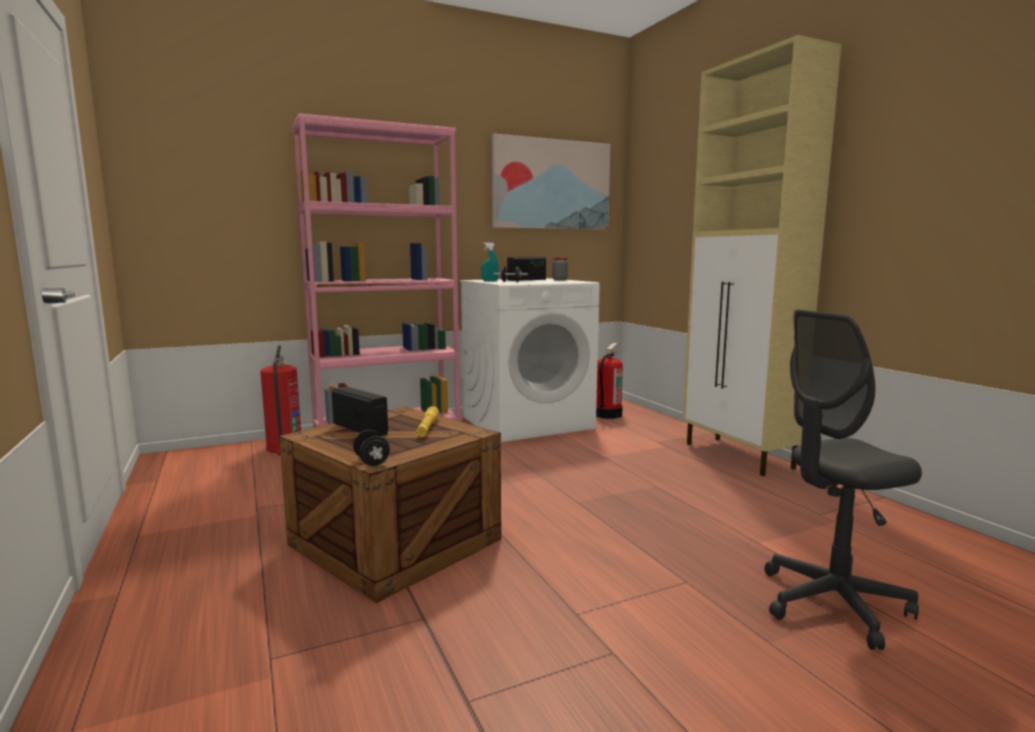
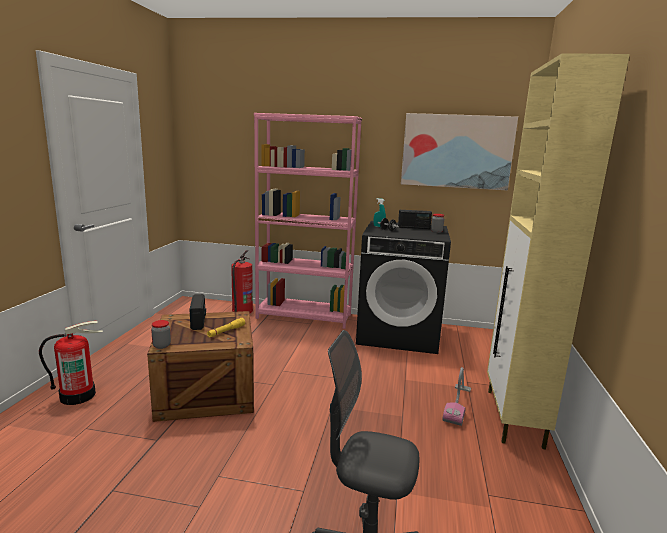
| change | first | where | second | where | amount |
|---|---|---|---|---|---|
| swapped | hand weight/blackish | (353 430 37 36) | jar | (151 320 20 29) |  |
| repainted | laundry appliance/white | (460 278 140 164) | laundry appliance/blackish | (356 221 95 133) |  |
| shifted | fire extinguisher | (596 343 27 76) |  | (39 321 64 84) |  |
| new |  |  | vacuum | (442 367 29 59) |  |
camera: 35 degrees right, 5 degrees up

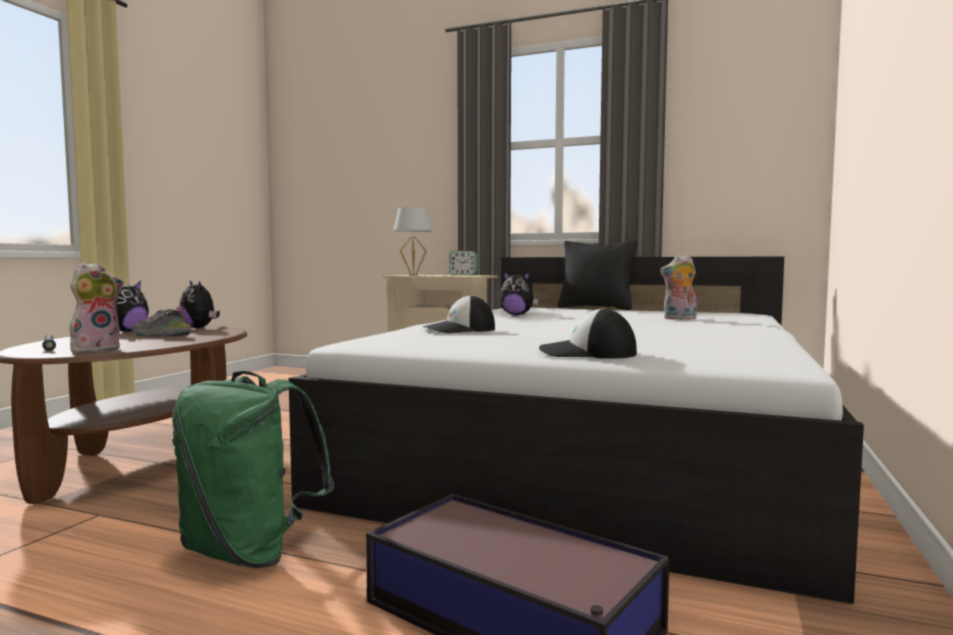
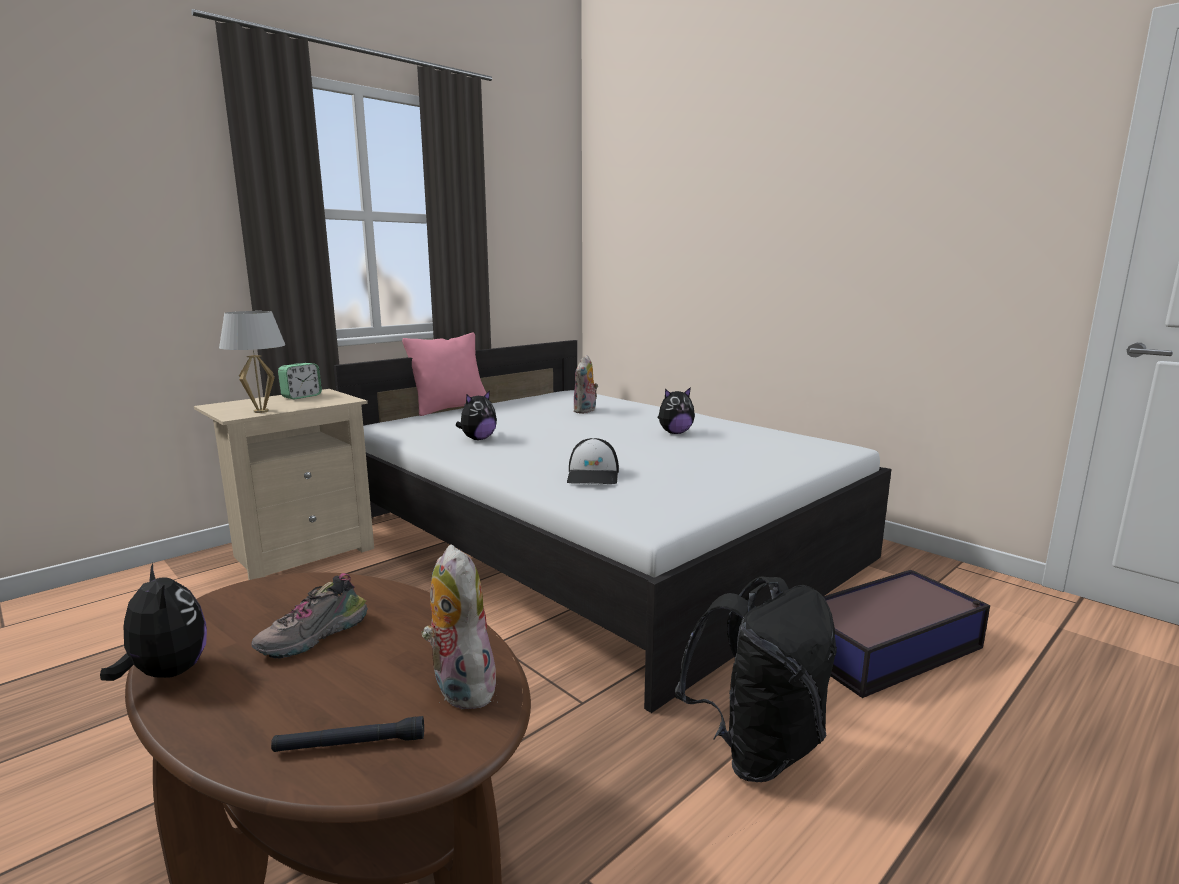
| change | first | where | second | where | amount |
|---|---|---|---|---|---|
| repainted | backpack/green-coloured | (172 371 163 197) | backpack/blackish | (674 576 163 206) |  |
| shifted | soft toy | (179 281 41 48) |  | (658 387 37 47) |  |
| gone | cap | (539 308 98 51) |  |  |  |
| repainted | cushion/blackish | (557 240 81 70) | cushion/pink | (402 333 84 83) |  |
camera: 65 degrees left, 10 degrees up

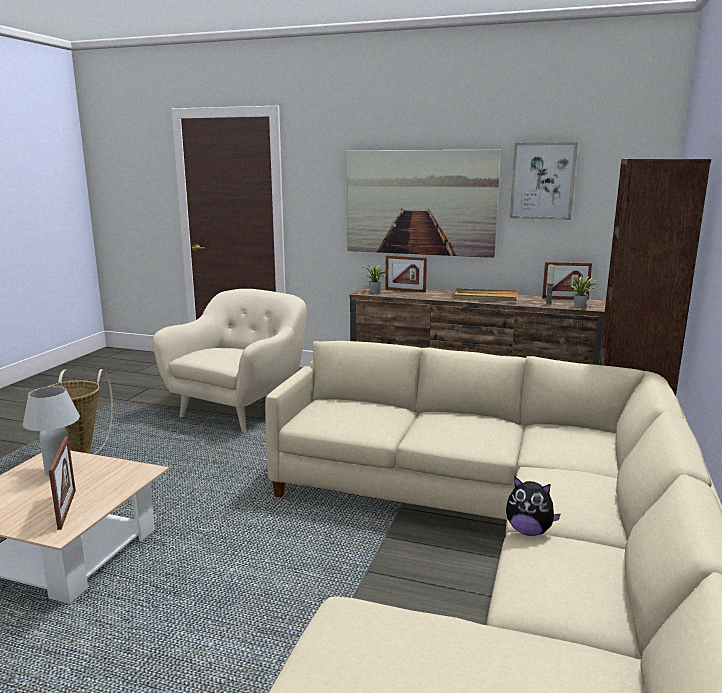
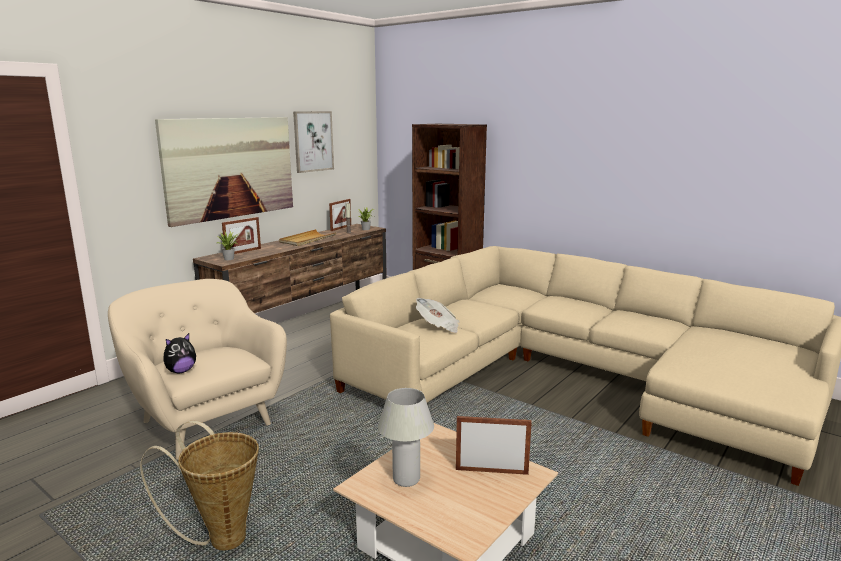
| change | first | where | second | where | amount |
|---|---|---|---|---|---|
| shifted | soft toy | (506 476 55 60) |  | (163 333 33 40) |  |
| new |  |  | daily paper | (416 298 44 35) |  |
camera: 70 degrees left, 0 degrees up

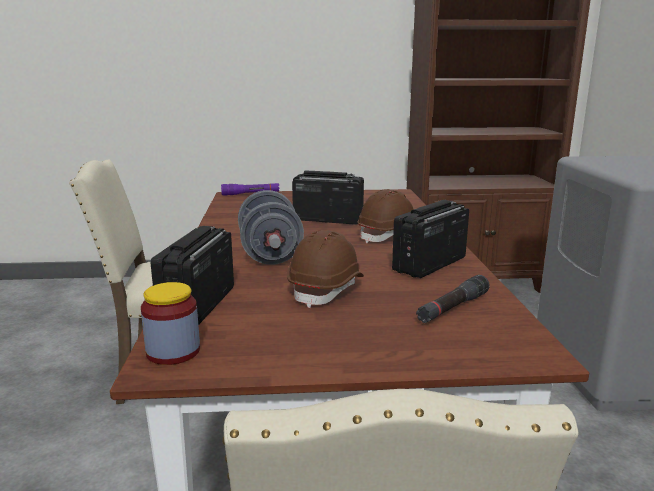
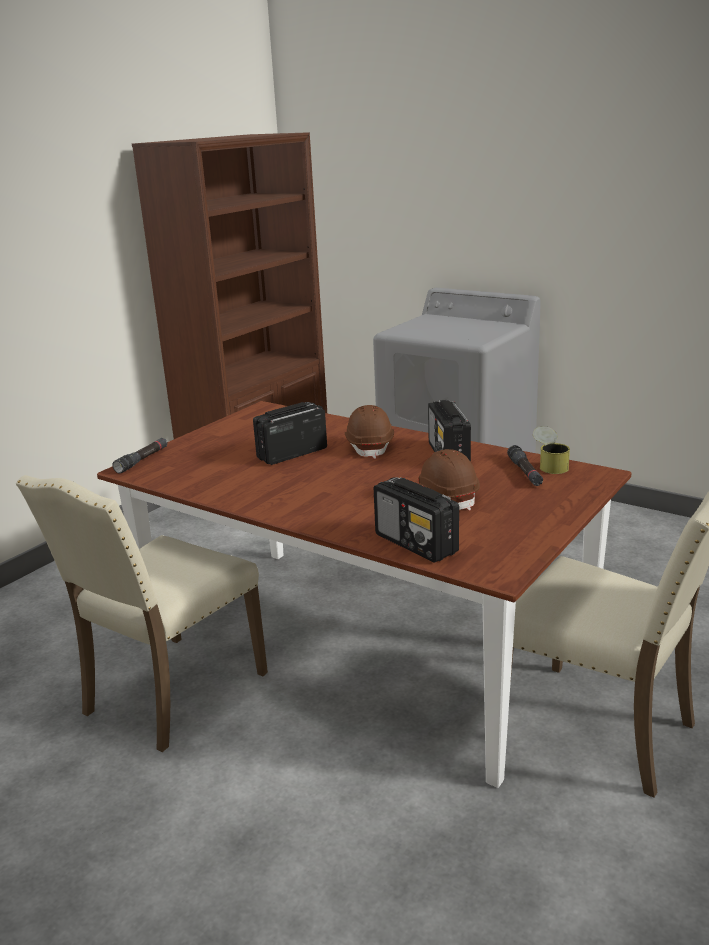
| change | first | where | second | where | amount |
|---|---|---|---|---|---|
| gone | jar | (141 282 59 83) |  |  |  |
| repainted | torch/purplish | (221 183 58 13) | torch/blackish | (112 438 56 35) |  |
| gone | hand weight/gray | (238 190 66 75) |  |  |  |
| new |  |  | sealed can | (533 426 37 48) |  |
camera: 50 degrees left, 5 degrees up

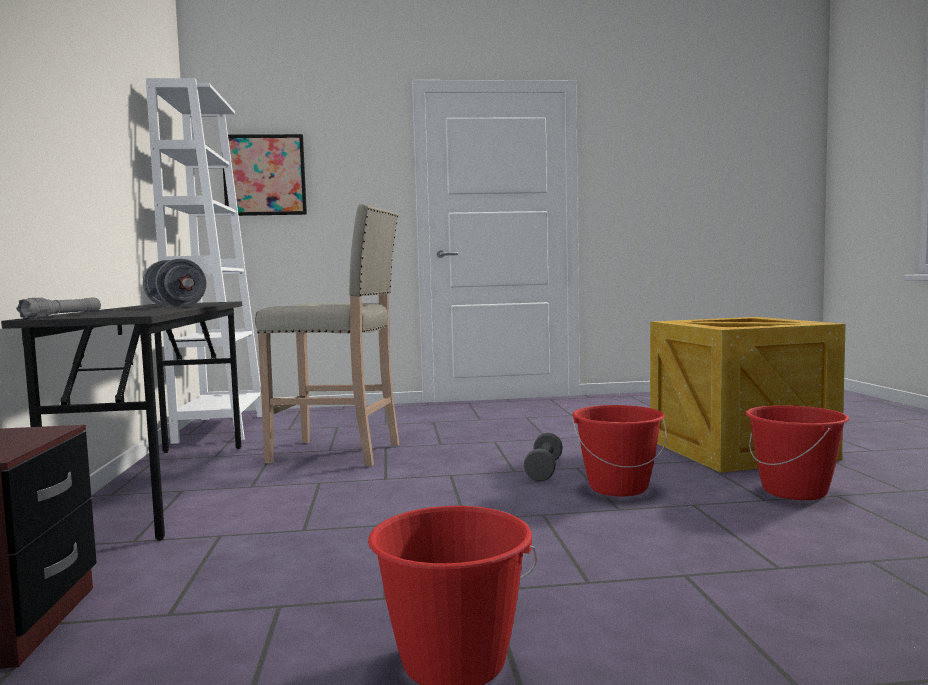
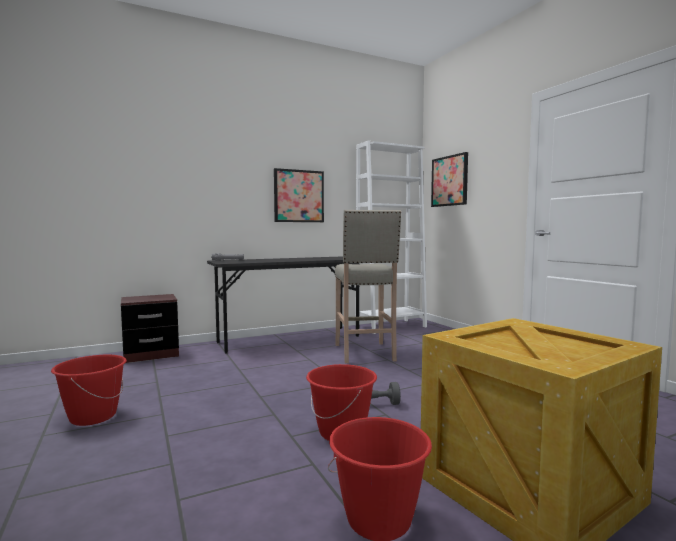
| change | first | where | second | where | amount |
|---|---|---|---|---|---|
| gone | hand weight/gray | (143 259 63 48) |  |  |  |
| new |  |  | picture | (274 168 50 54) |  |
camera: 70 degrees right, 0 degrees up

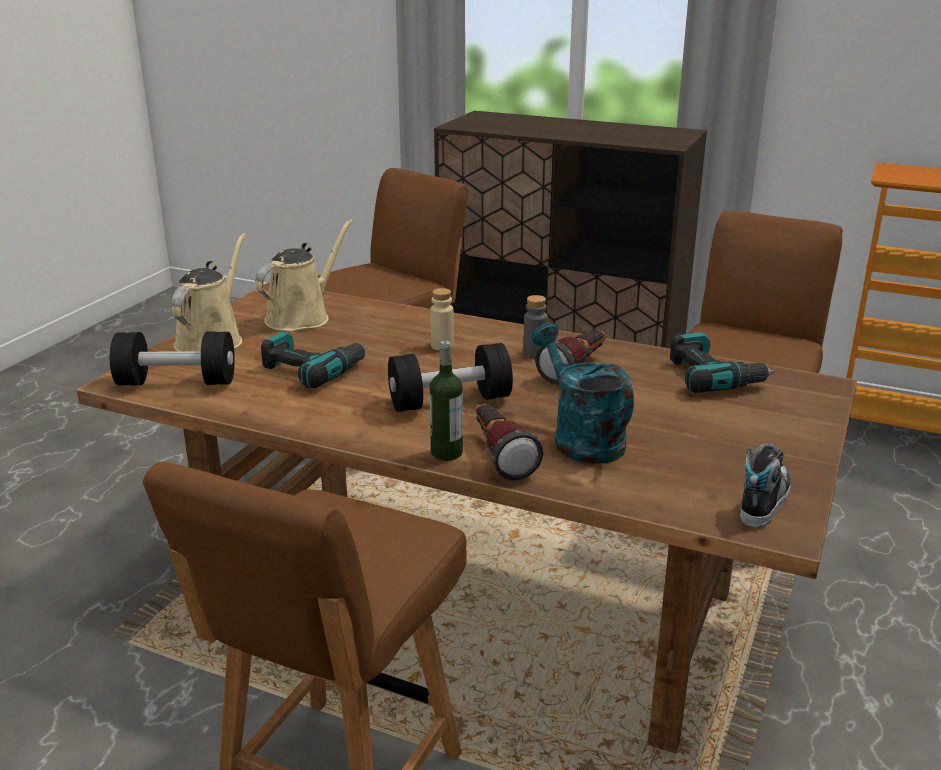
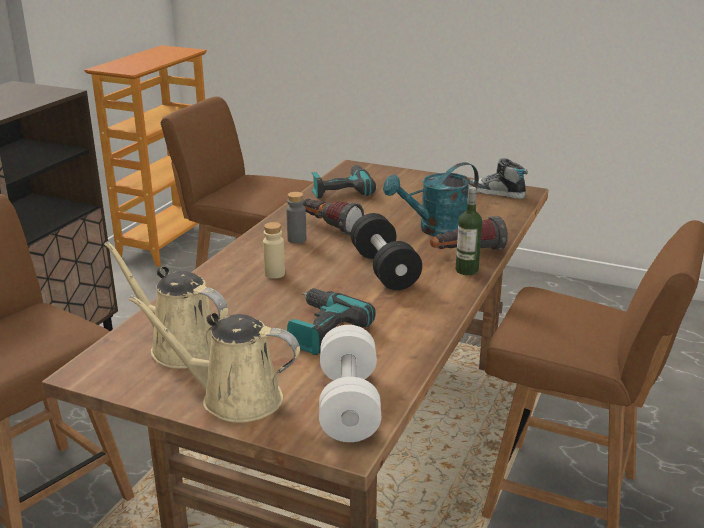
| change | first | where | second | where | amount |
|---|---|---|---|---|---|
| repainted | hand weight/blackish | (110 331 125 55) | hand weight/white | (319 325 62 117) |  |
camera: 90 degrees left, 0 degrees up

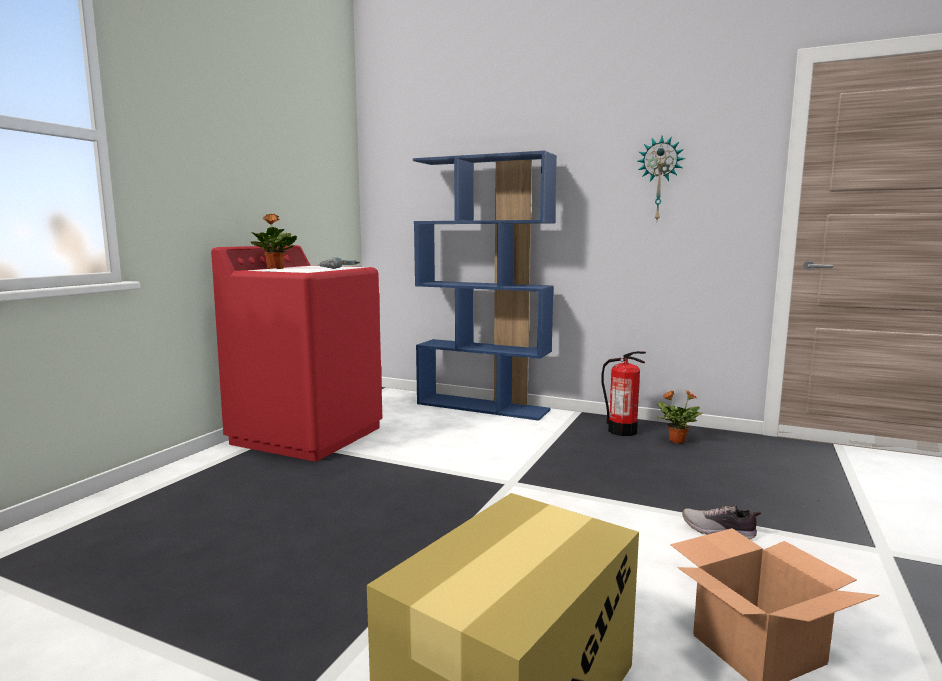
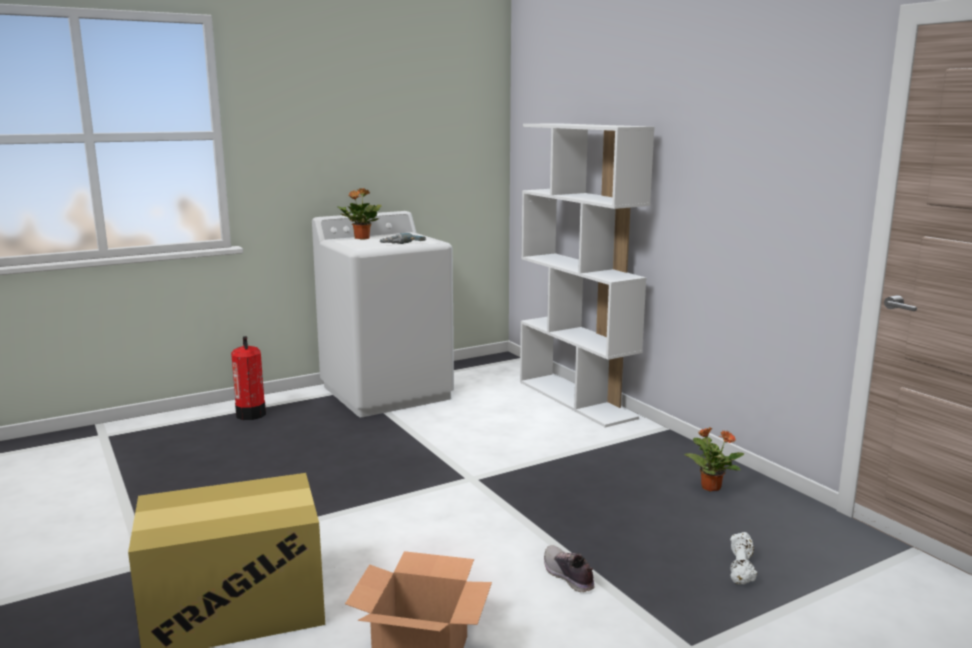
| change | first | where | second | where | amount |
|---|---|---|---|---|---|
| repainted | laundry appliance/red | (211 245 171 216) | laundry appliance/white | (312 211 142 206) |  |
| repainted | shelving unit/blue | (413 150 144 271) | shelving unit/white | (520 123 135 305) |  |
| shifted | fire extinguisher | (601 351 45 85) |  | (231 336 35 84) |  |
| gone | clock on the wall | (638 136 47 85) |  |  |  |
| new |  |  | hand weight/white | (730 532 27 52) |  |
camera: 35 degrees right, 5 degrees up

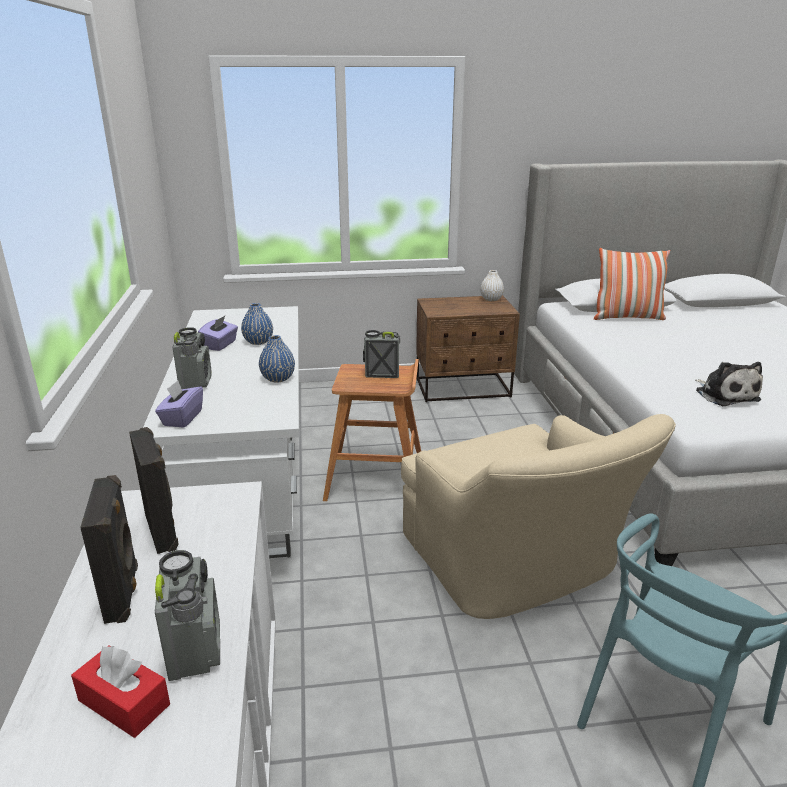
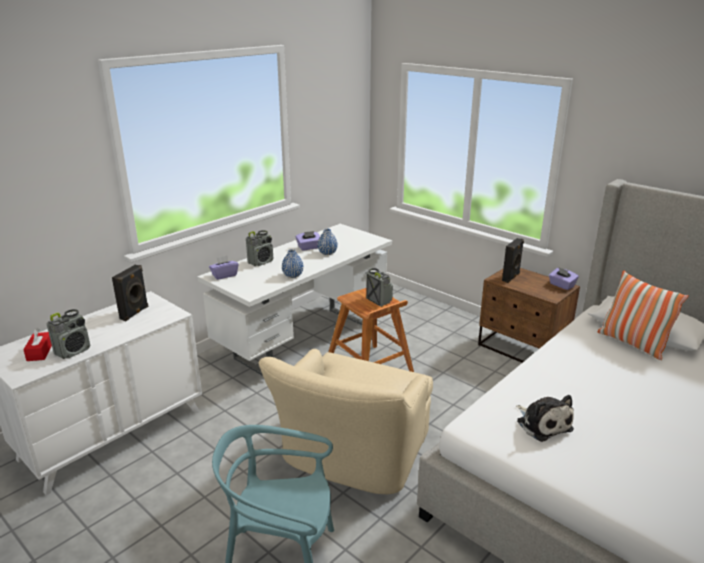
| change | first | where | second | where | amount |
|---|---|---|---|---|---|
| shifted | audio speaker/blackish | (80 475 58 149) |  | (502 238 22 45) |  |
| swapped | flower vase/white | (480 270 24 31) | tissue holder/purplish | (549 267 30 23) |  |
| rotated | soft toy | (695 362 68 44) |  | (516 395 58 47) | 60 degrees counterclockwise |
camera: 50 degrees right, 0 degrees up

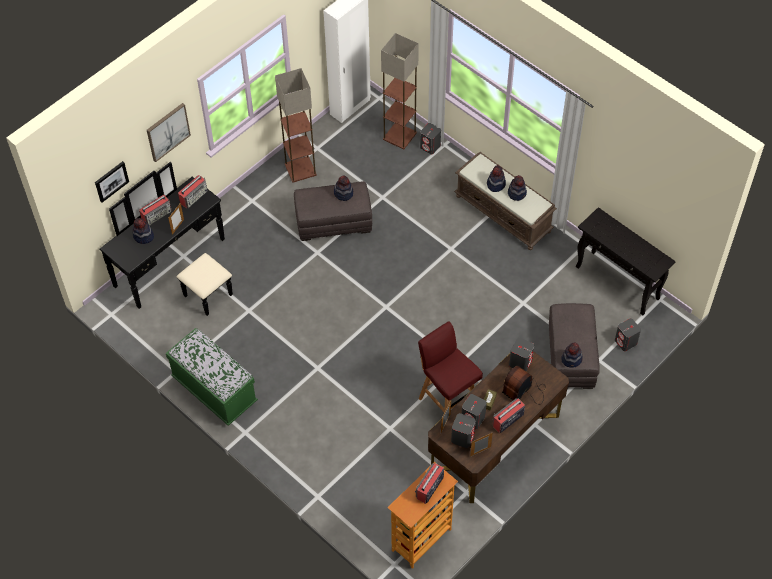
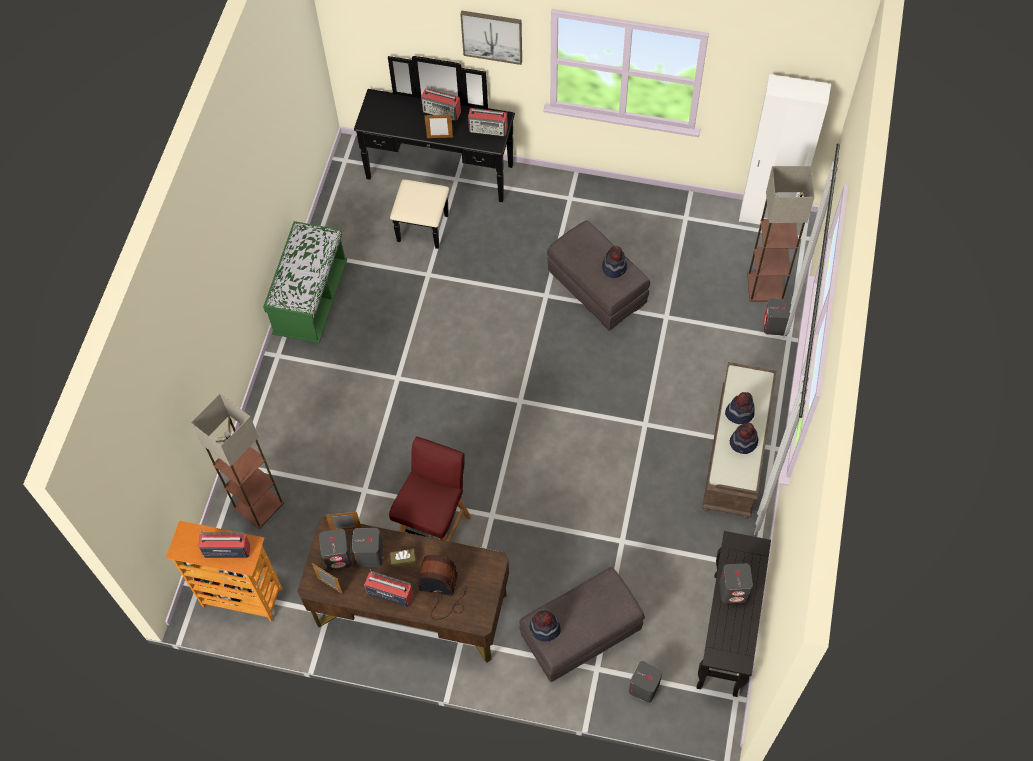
| change | first | where | second | where | amount |
|---|---|---|---|---|---|
| gone | picture | (95 161 34 41) |  |  |  |
| gone | clothing hat | (133 218 21 26) |  |  |  |
| shifted | floor lamp | (275 68 42 115) |  | (191 394 93 135) |  |
| shifted | audio speaker/gray | (509 338 25 33) |  | (719 563 34 40) |  |
camera: 60 degrees right, 5 degrees up

